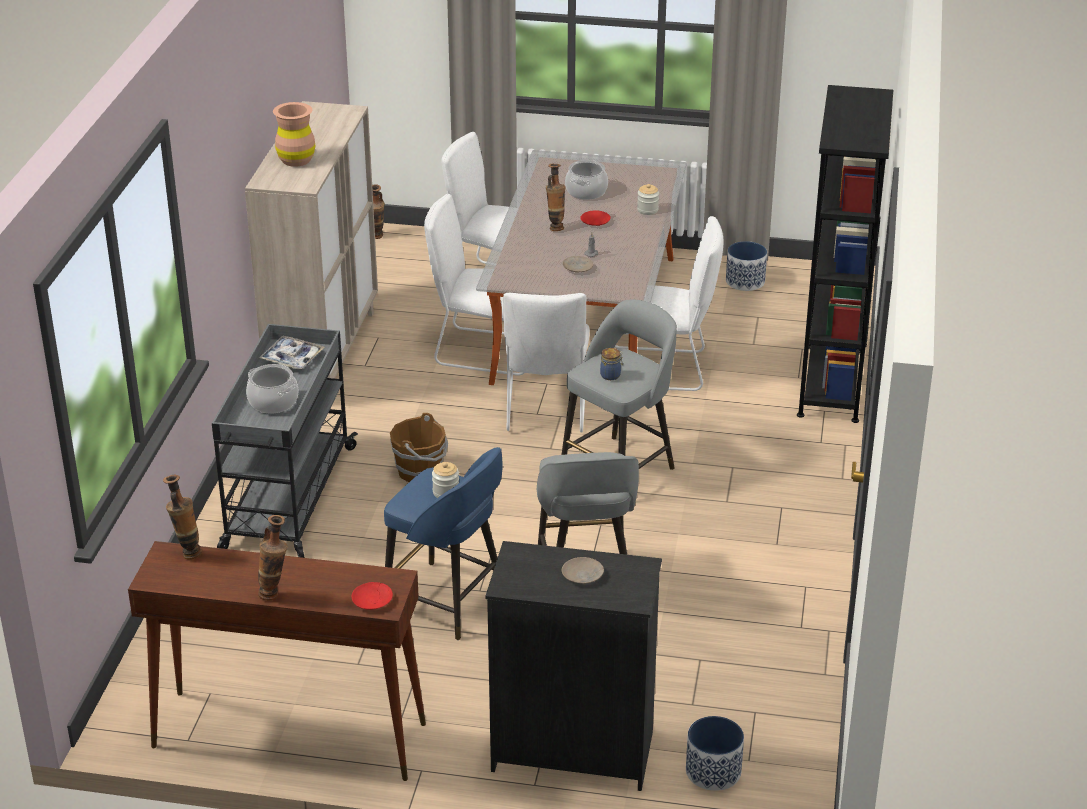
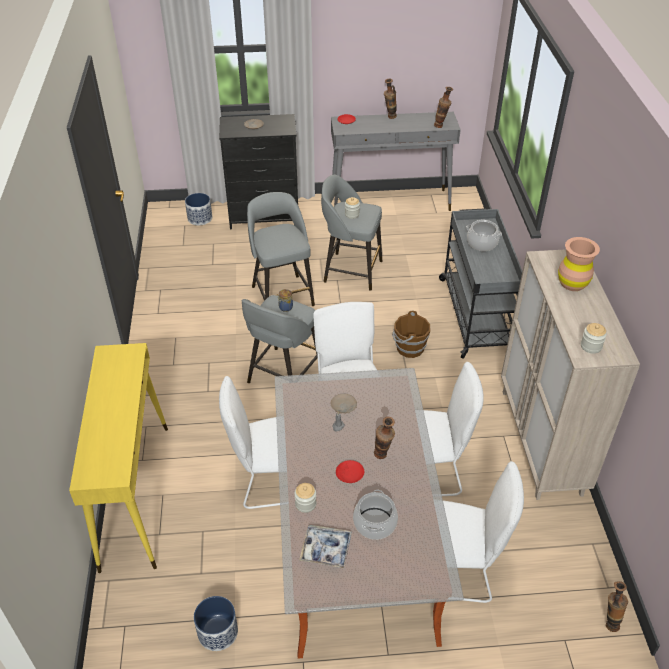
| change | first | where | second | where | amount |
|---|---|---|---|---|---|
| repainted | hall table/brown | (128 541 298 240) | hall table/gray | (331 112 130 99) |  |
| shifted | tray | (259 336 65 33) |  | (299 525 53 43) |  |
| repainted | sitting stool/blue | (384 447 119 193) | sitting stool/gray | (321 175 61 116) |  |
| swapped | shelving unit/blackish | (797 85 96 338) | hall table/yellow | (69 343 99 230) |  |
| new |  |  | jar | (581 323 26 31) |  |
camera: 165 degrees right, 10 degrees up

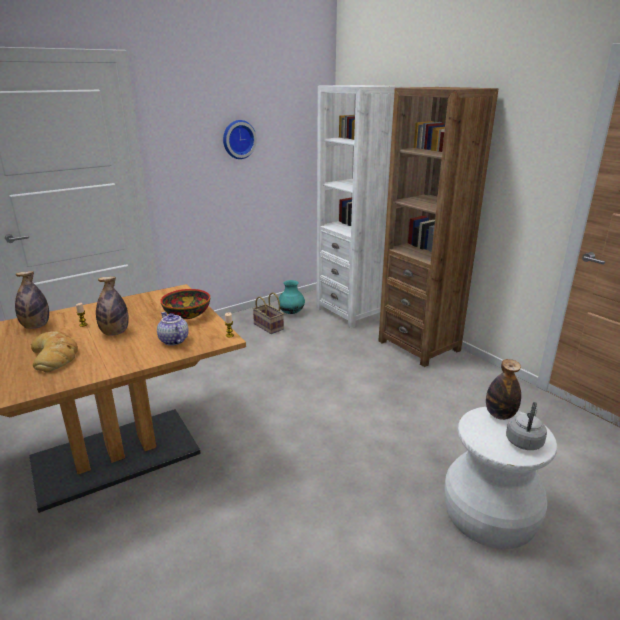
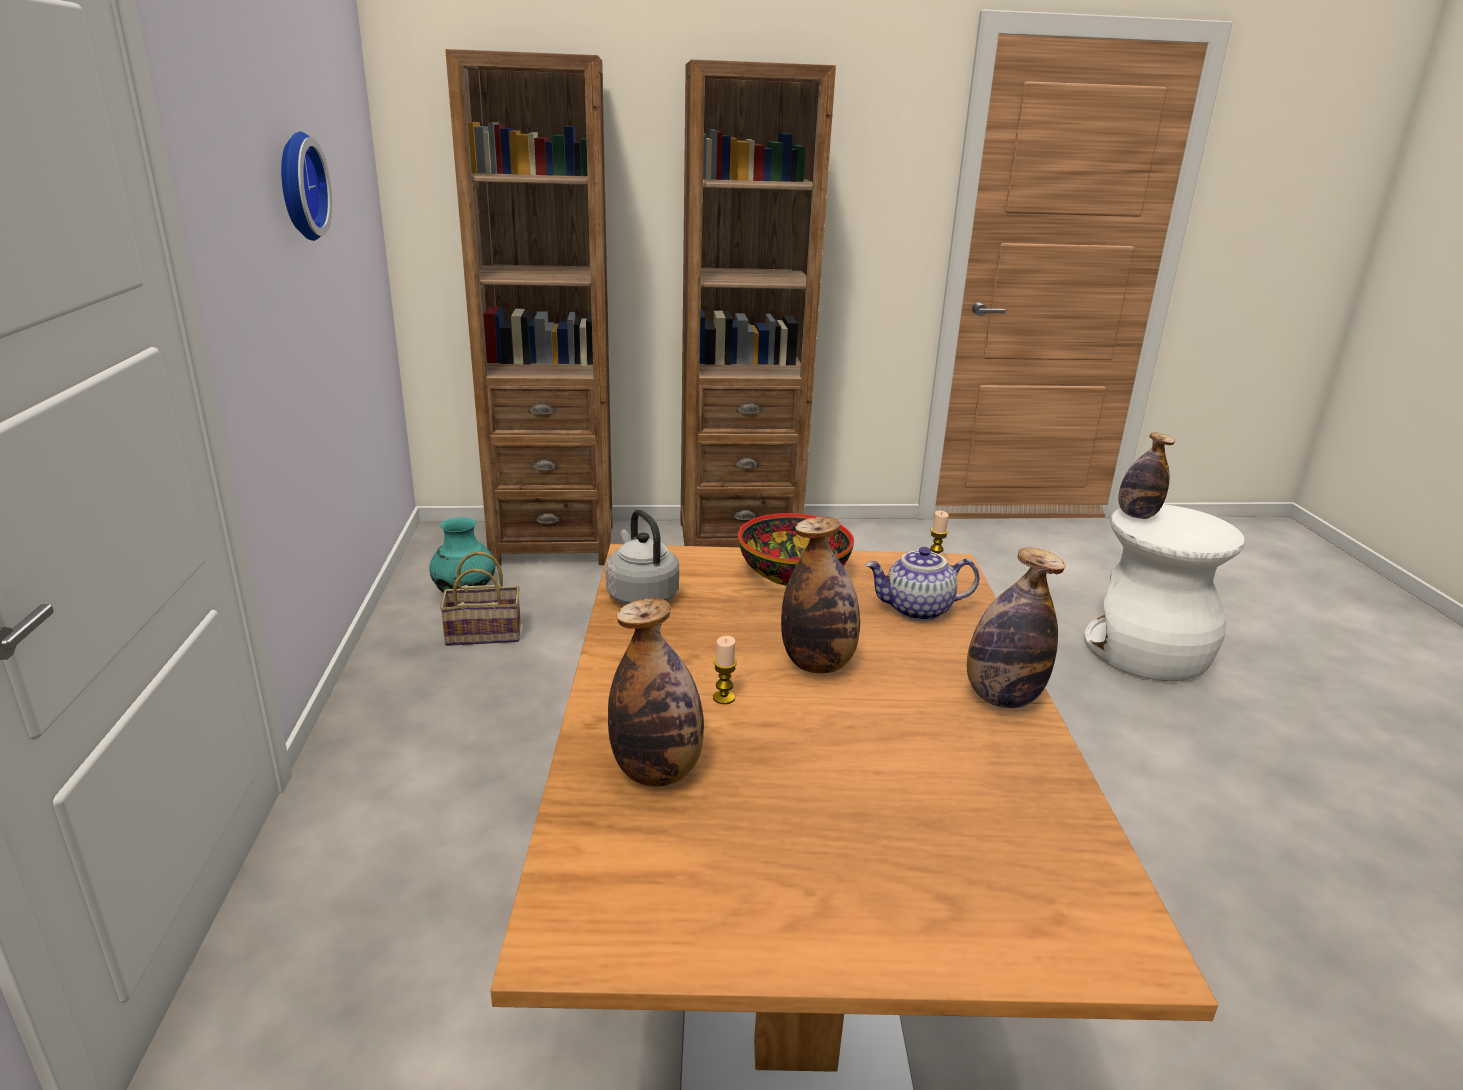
| change | first | where | second | where | amount |
|---|---|---|---|---|---|
| gone | baked bread | (31 331 47 42) |  |  |  |
| repainted | shelving unit/white | (316 85 87 243) | shelving unit/brown | (445 49 168 516) |  |
| shifted | water kettle/gray | (506 402 41 48) |  | (605 510 74 95) |  |
| new |  |  | beverage bottle | (967 547 99 161) |  |
camera: 60 degrees left, 0 degrees up

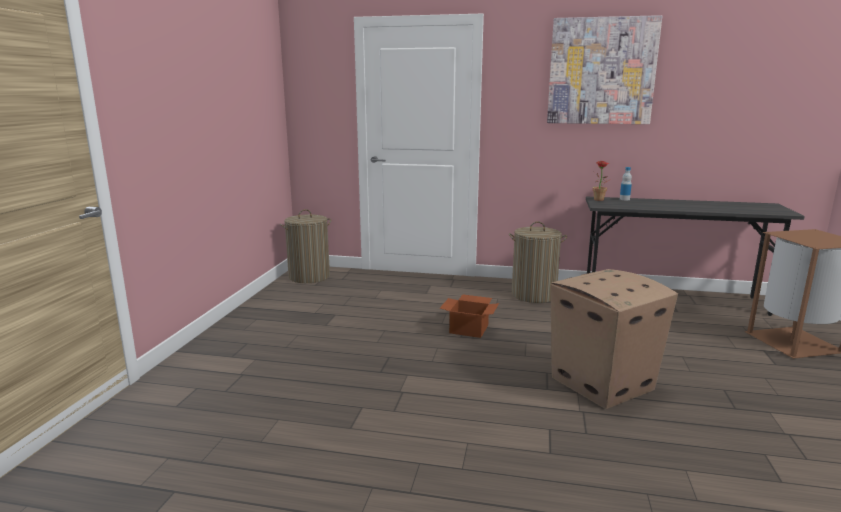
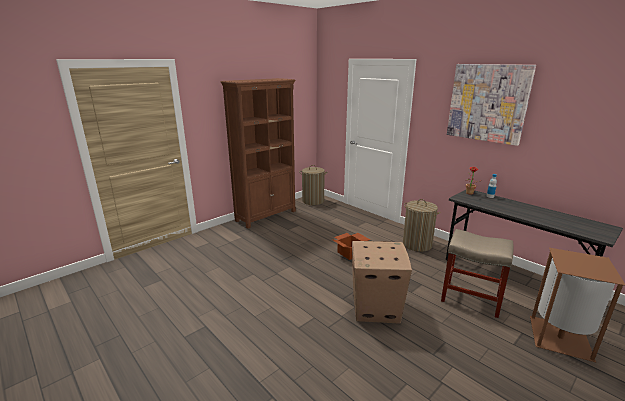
| change | first | where | second | where | amount |
|---|---|---|---|---|---|
| new |  |  | shelving unit/brown | (221 78 75 151) |  |
| new |  |  | sitting stool/sand-coloured | (441 229 73 89) |  |
camera: 35 degrees right, 5 degrees up

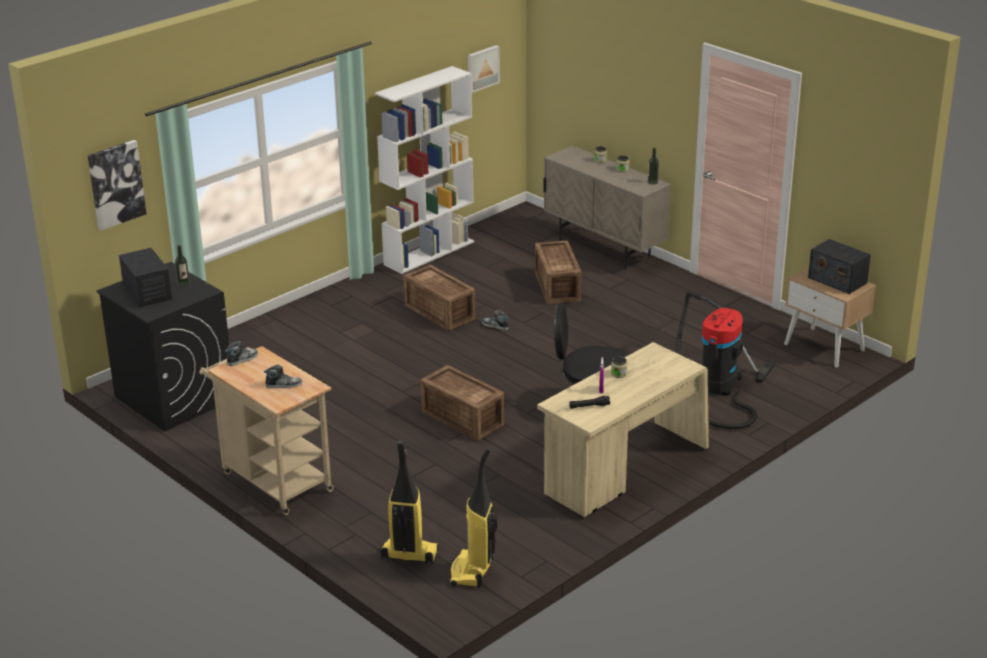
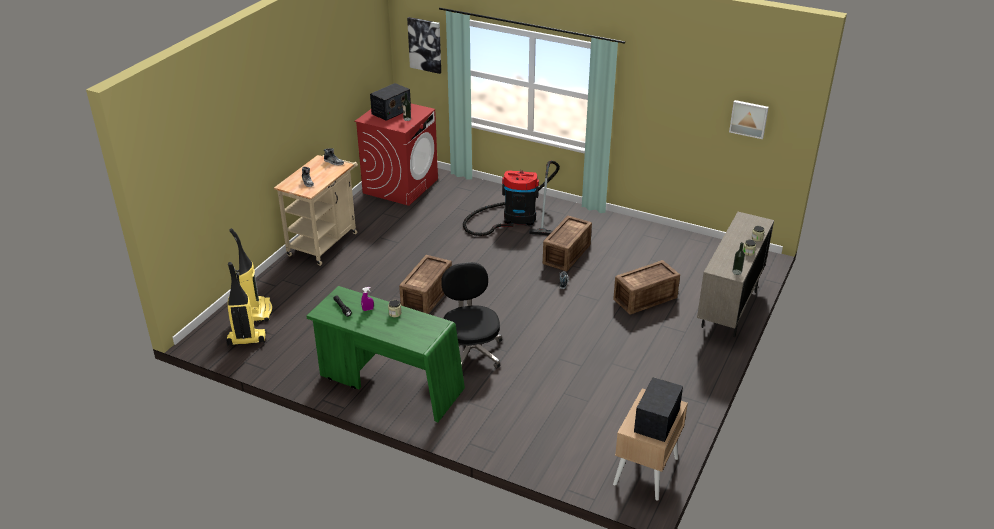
| change | first | where | second | where | amount |
|---|---|---|---|---|---|
| repainted | laundry appliance/blackish | (96 262 133 170) | laundry appliance/red | (355 104 83 102) |  |
| gone | shelving unit/white | (375 66 99 208) |  |  |  |
| repainted | desk unit/sand-coloured | (537 342 172 175) | desk unit/green-coloured | (307 286 158 136) |  |
| shifted | vacuum | (675 291 100 138) |  | (463 160 97 76) |  |
camera: 70 degrees right, 5 degrees up

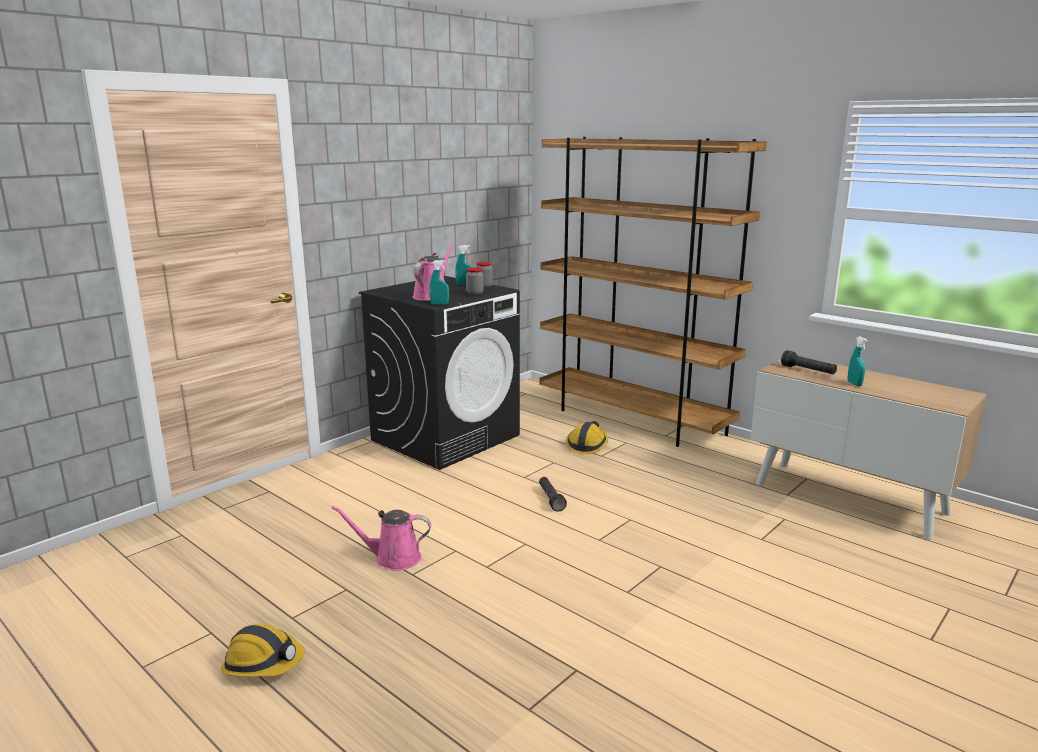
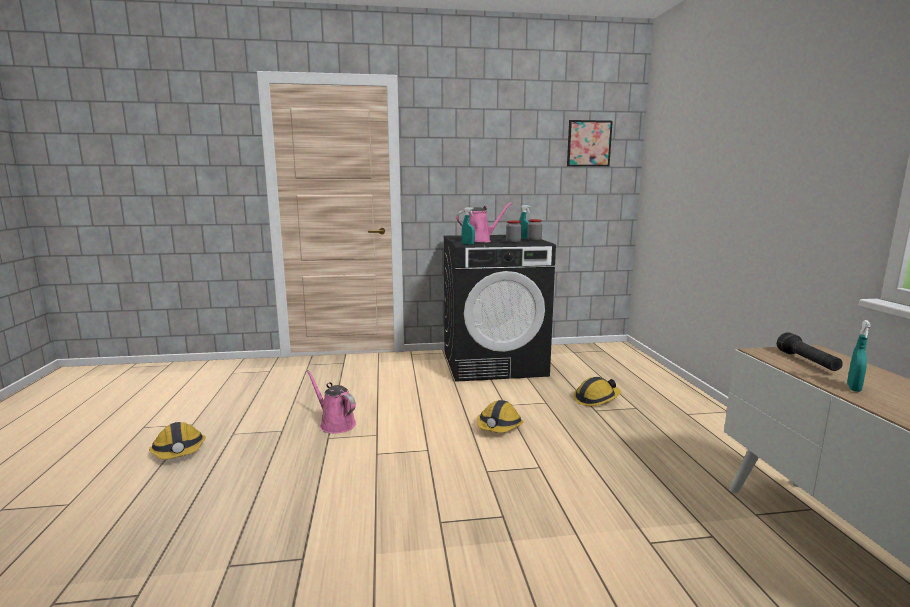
| change | first | where | second | where | amount |
|---|---|---|---|---|---|
| gone | shelving unit/brown | (539 137 228 310) |  |  |  |
| swapped | torch/blackish | (539 477 28 35) | safety helmet | (477 400 47 33) |  |
| new |  |  | picture | (567 120 46 47) |  |
camera: 40 degrees right, 5 degrees down

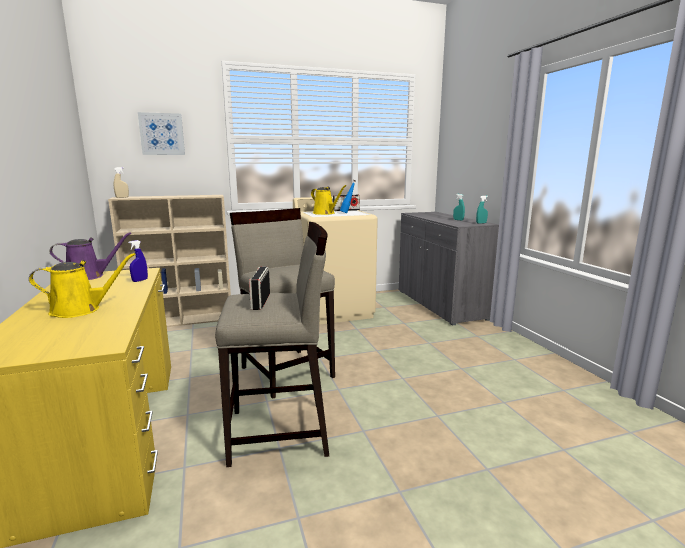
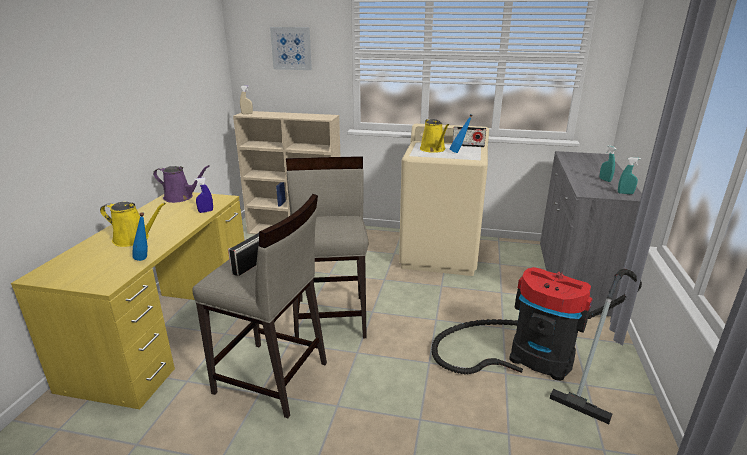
| change | first | where | second | where | amount |
|---|---|---|---|---|---|
| new |  |  | beverage bottle/blue | (132 212 16 49) |  |
| new |  |  | vacuum | (431 267 211 157) |  |
camera: 30 degrees right, 10 degrees up

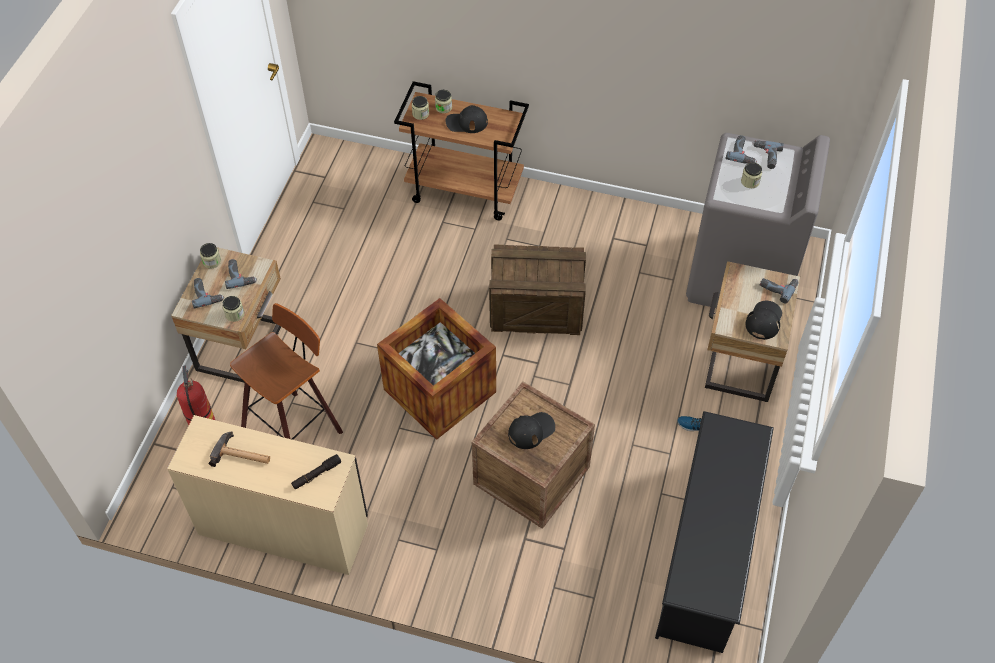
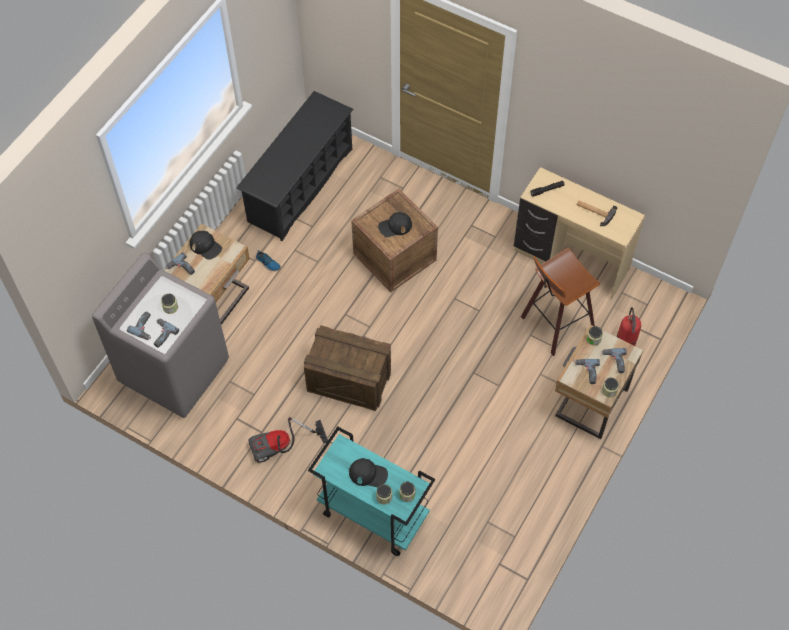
| change | first | where | second | where | amount |
|---|---|---|---|---|---|
| gone | packing crate | (377 298 119 142) |  |  |  |
| repainted | trolley/brown | (394 81 135 139) | trolley/blue-green | (308 426 127 130) |  |
| rotated | cap/blackish | (745 301 37 39) |  | (190 231 32 29) | 90 degrees counterclockwise |
| new |  |  | vacuum | (248 417 80 46) |  |
camera: 165 degrees left, 5 degrees up

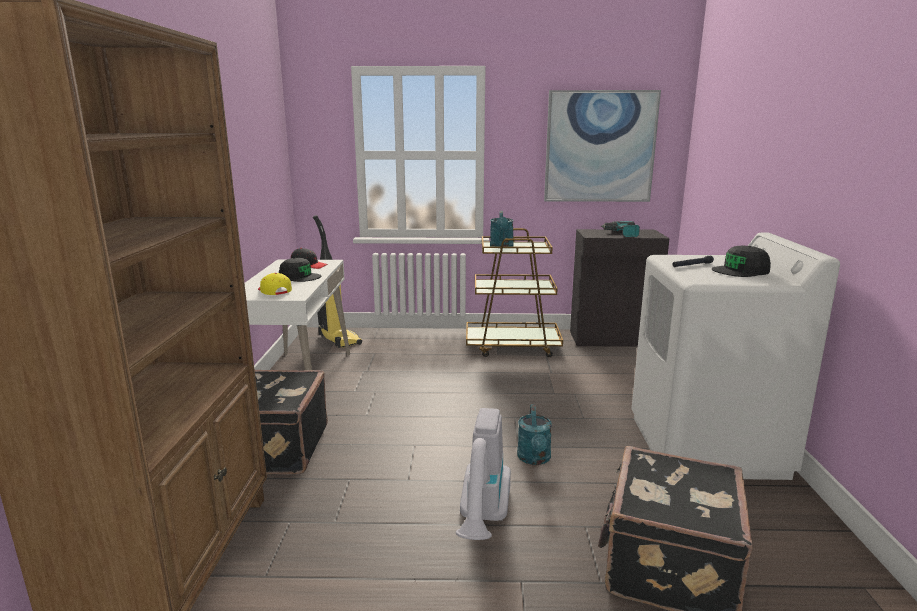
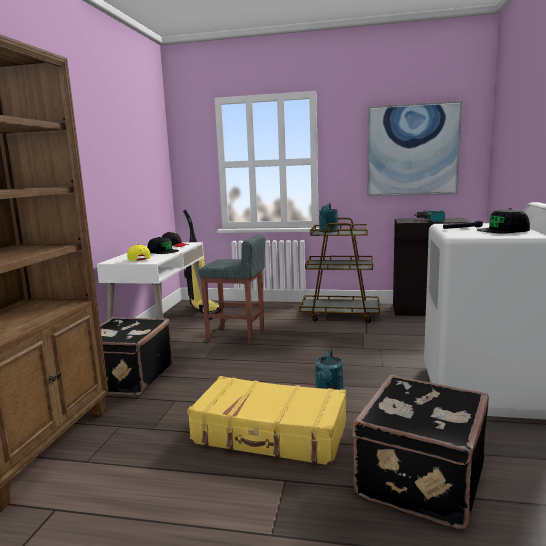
| change | first | where | second | where | amount |
|---|---|---|---|---|---|
| swapped | vacuum | (456 408 55 132) | suitcase/yellow | (187 376 159 90) |  |
| new |  |  | sitting stool/gray | (199 234 66 111) |  |
camera: 10 degrees right, 5 degrees down

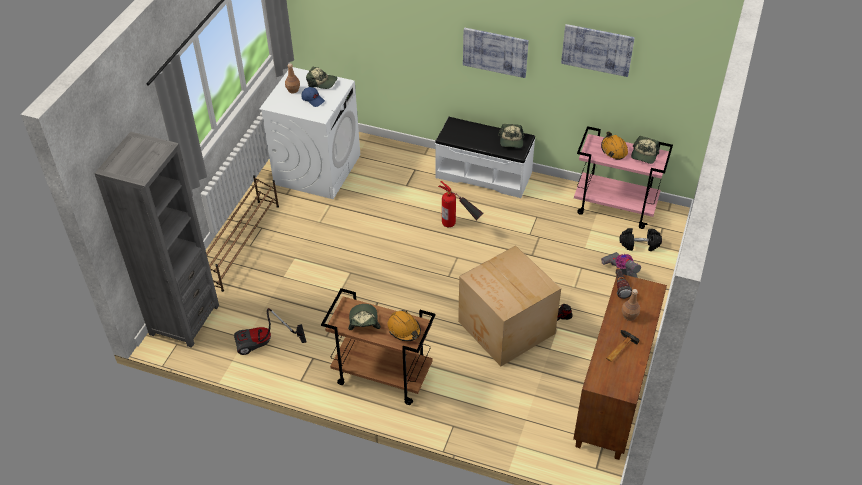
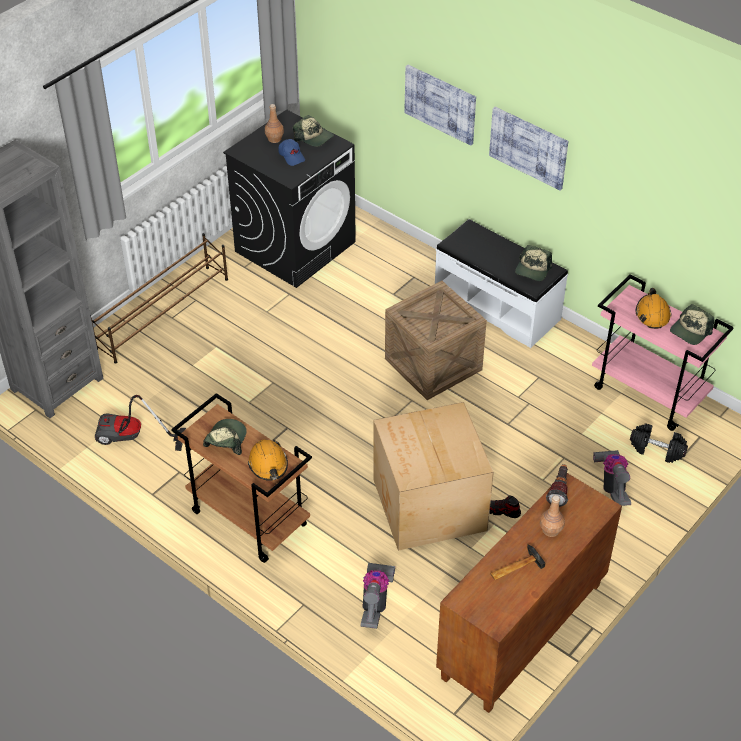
| change | first | where | second | where | amount |
|---|---|---|---|---|---|
| repainted | laundry appliance/white | (259 67 101 132) | laundry appliance/blackish | (223 110 133 178) |  |
| swapped | fire extinguisher | (438 181 45 46) | packing crate | (385 281 102 119) |  |
| shifted | picture | (561 24 74 53) |  | (405 65 71 81) |  |
| new |  |  | vacuum | (361 563 34 66) |  |
camera: 20 degrees right, 0 degrees up

